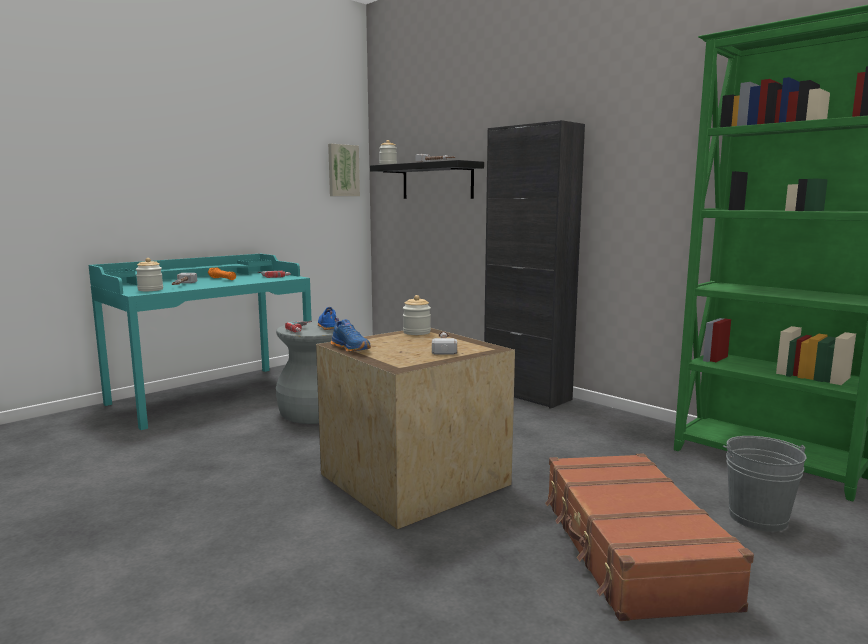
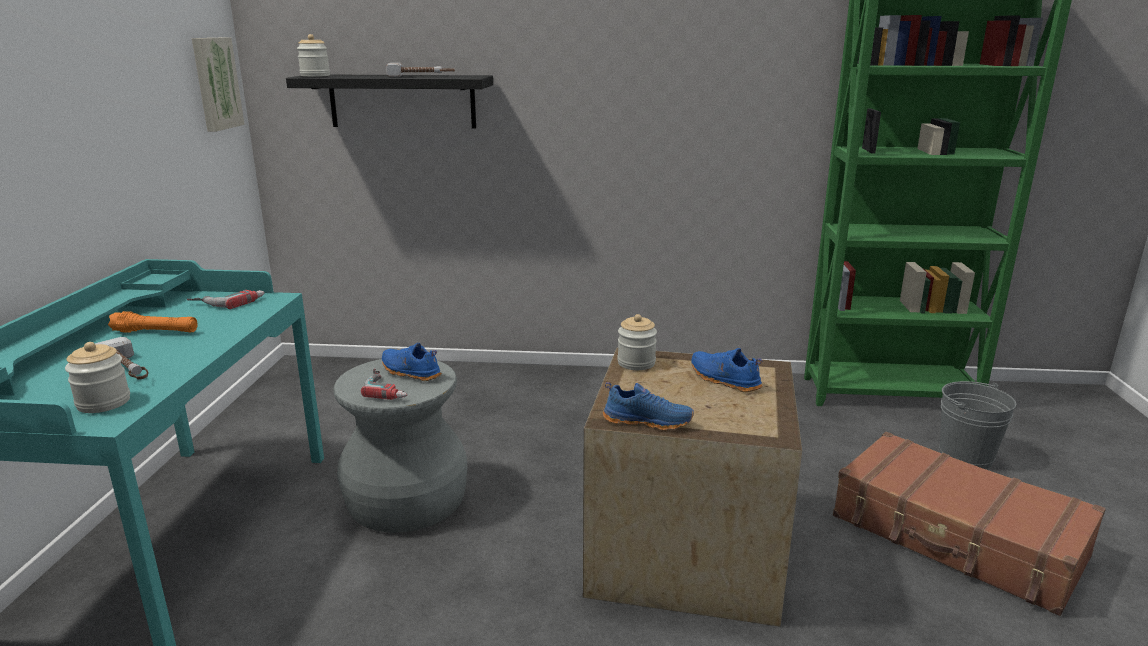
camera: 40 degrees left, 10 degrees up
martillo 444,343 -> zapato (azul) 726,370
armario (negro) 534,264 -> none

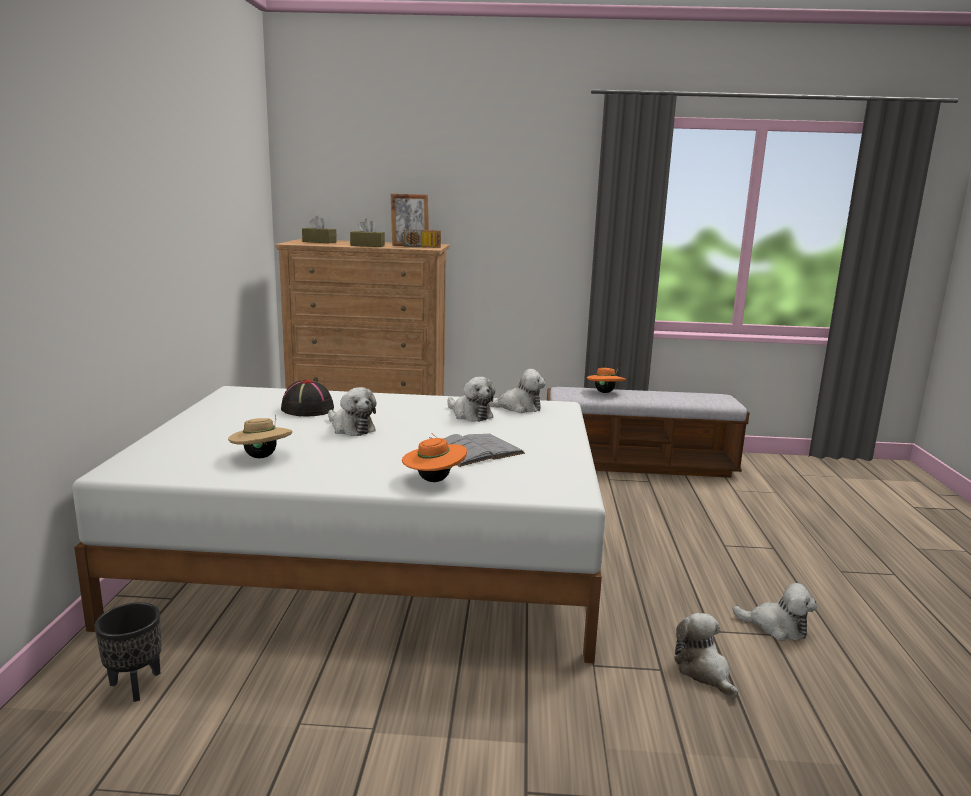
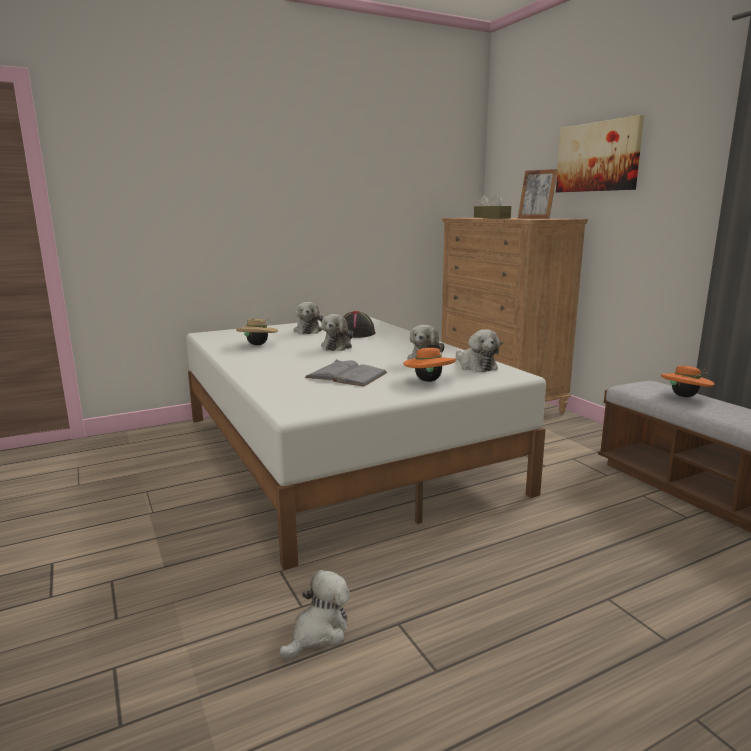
camera: 60 degrees right, 0 degrees up
maceta (negro) 128,652 -> none
radio 420,238 -> none
sombrero (naranja) 434,458 -> sombrero (naranja) 429,363, moved
peluche 775,612 -> peluche 308,318, moved
none -> cuadro 600,153

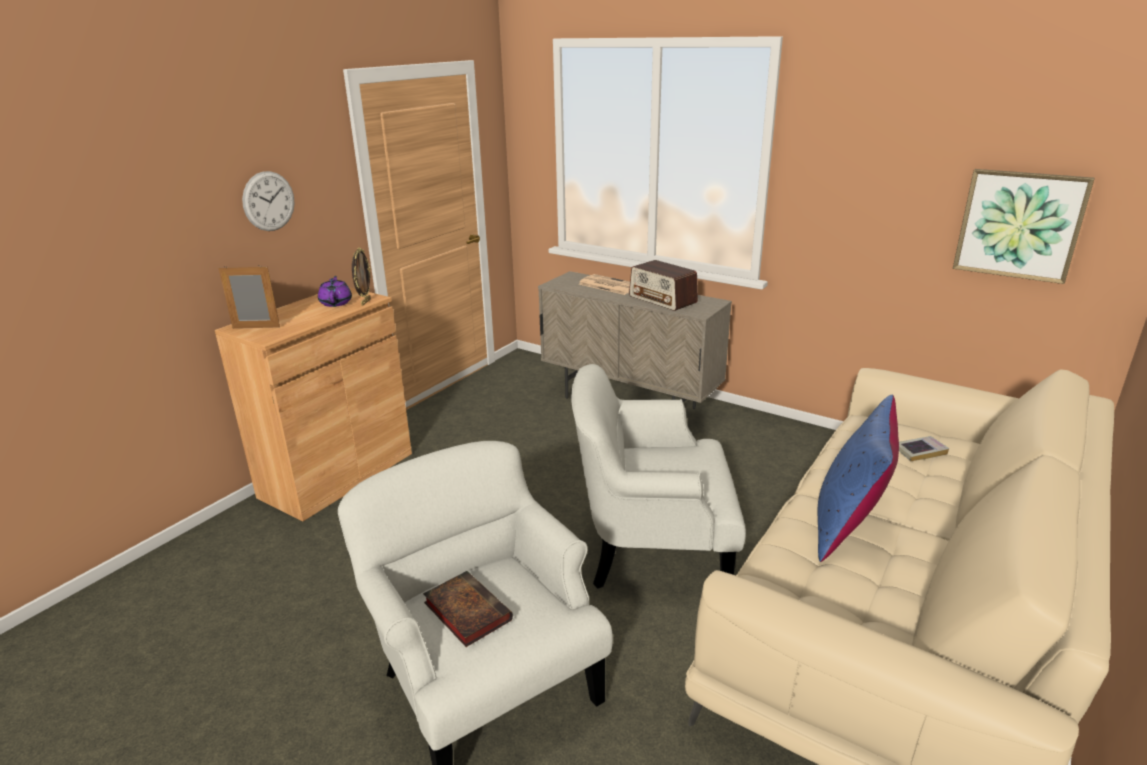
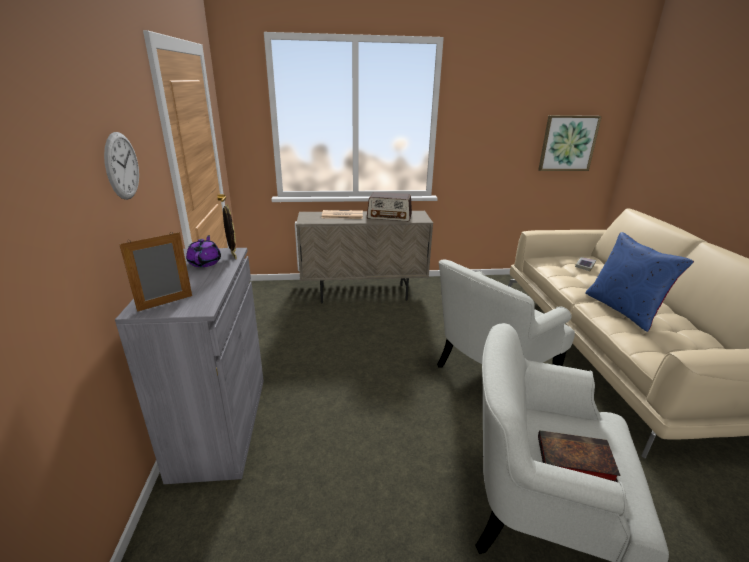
camera: 40 degrees left, 0 degrees up
armario (marrón) 313,404 -> armario (gris) 189,366
tetera (morado) 335,291 -> tetera (morado) 203,251, 45 degrees clockwise

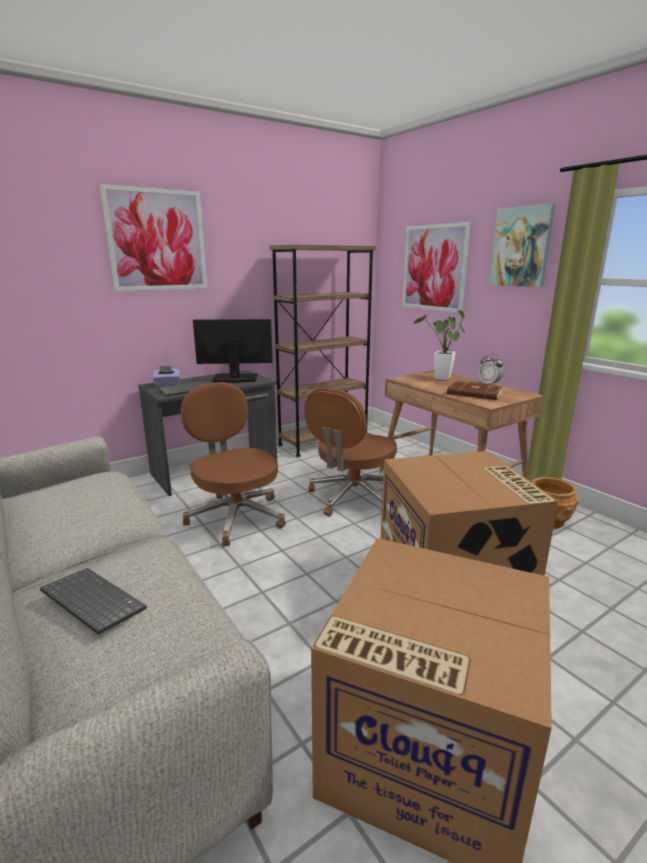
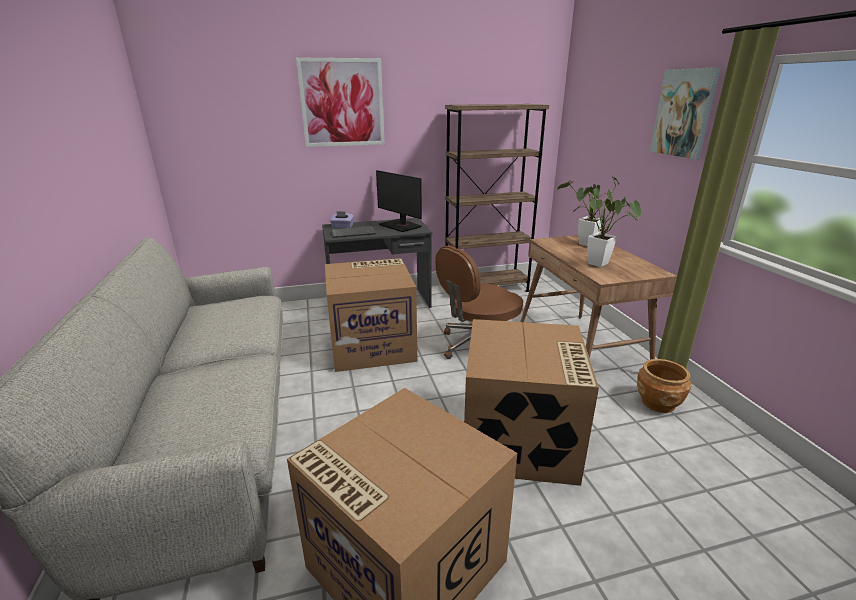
camera: 20 degrees right, 5 degrees up
teclado 93,601 -> none
silla de oficina (marrón) 233,464 -> caja de cartón 371,315
monitor 233,350 -> monitor 399,201, 150 degrees counterclockwise
cuadro 436,267 -> none
libro (marrón) 475,390 -> planta en maceta 607,226
despertador 491,369 -> none

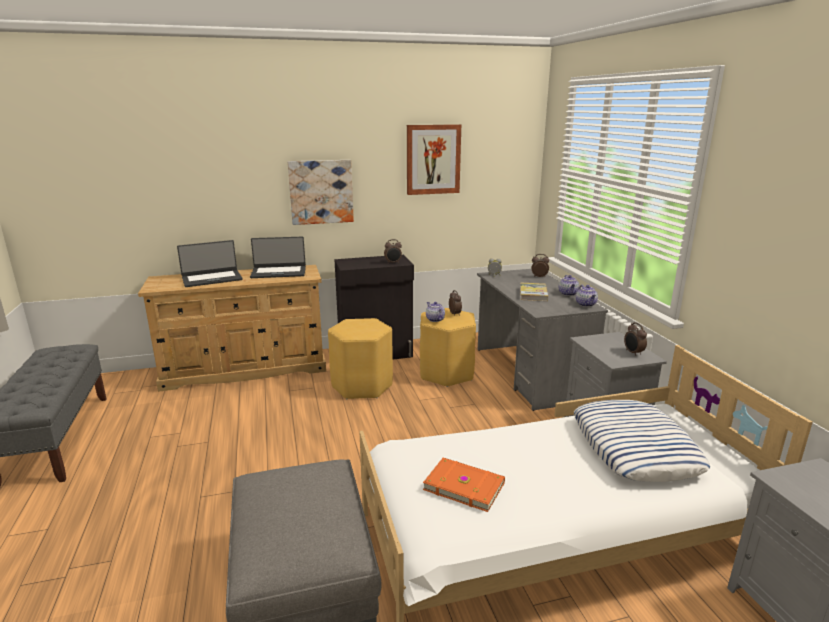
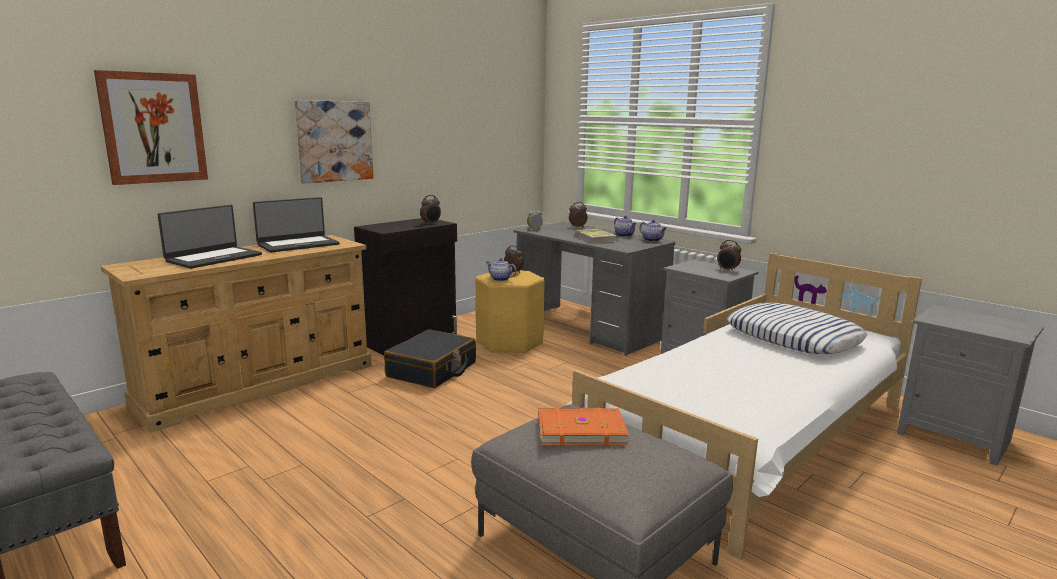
camera: 30 degrees left, 5 degrees down
taburete (amarillo) 360,358 -> maleta (negro) 430,358
cuadro 434,159 -> cuadro 151,127, moved
libro (naranja) 464,485 -> libro (naranja) 583,427, moved

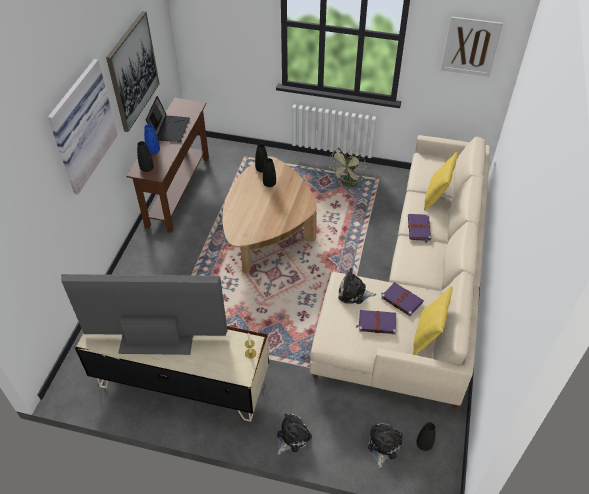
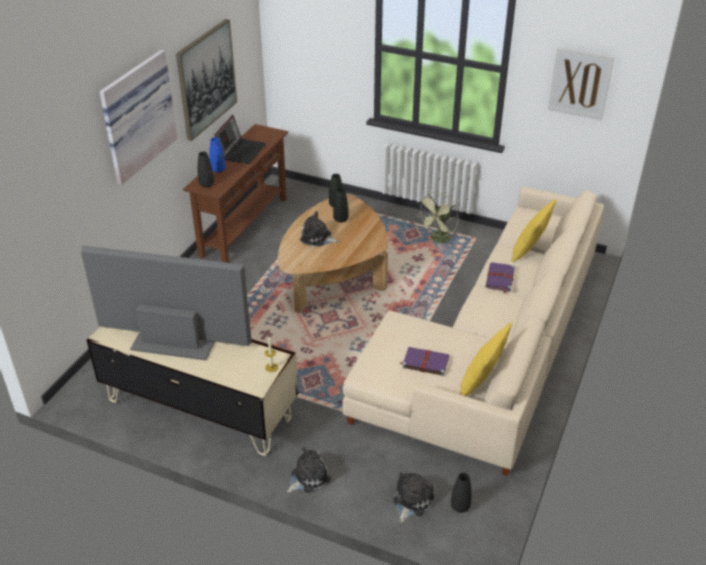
camera: 10 degrees right, 10 degrees down
peluche 357,286 -> peluche 319,229, moved
libro (morado) 402,299 -> none

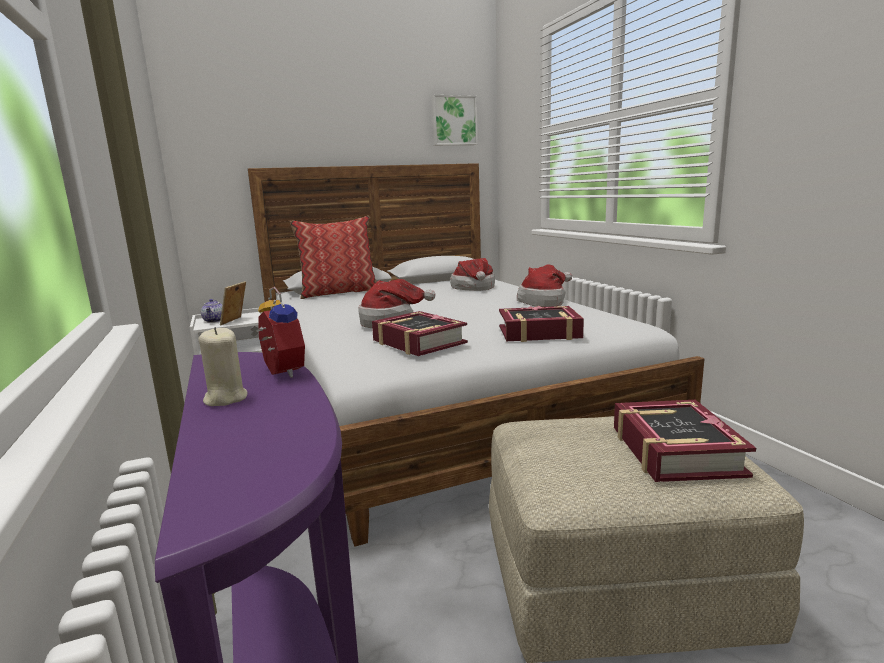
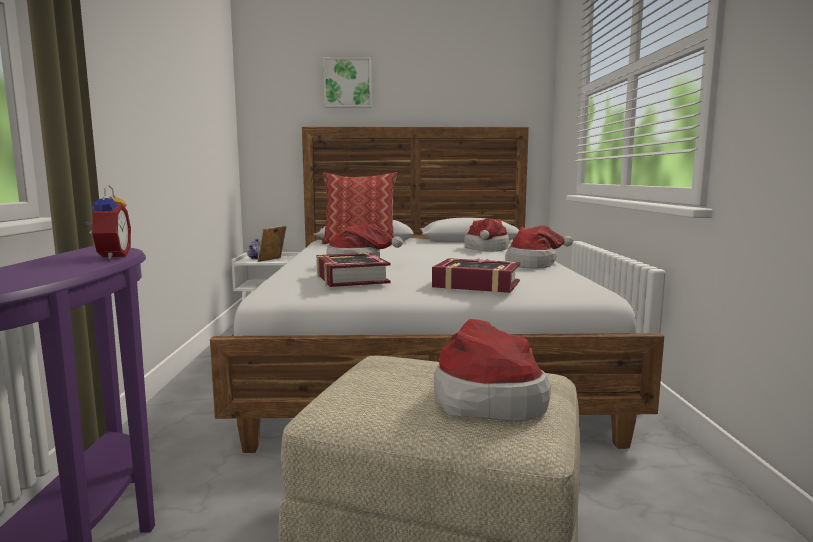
camera: 20 degrees right, 5 degrees down
vela (beis) 223,366 -> none
cuadro 455,120 -> cuadro 347,82, moved
libro 685,441 -> sombrero 492,370

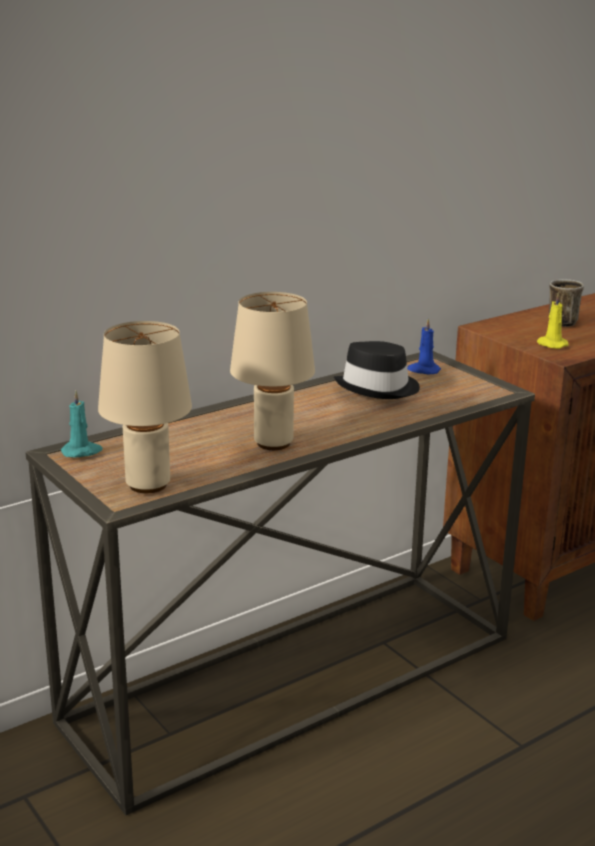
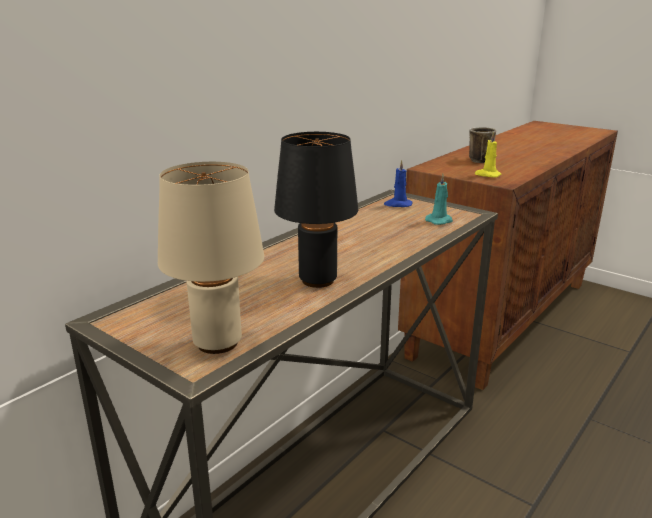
camera: 15 degrees left, 0 degrees up
vela (turquesa) 82,424 -> vela (turquesa) 439,199, moved
lámpara de mesa (beis) 272,371 -> lámpara de mesa (negro) 316,210
sombrero (negro) 377,370 -> none

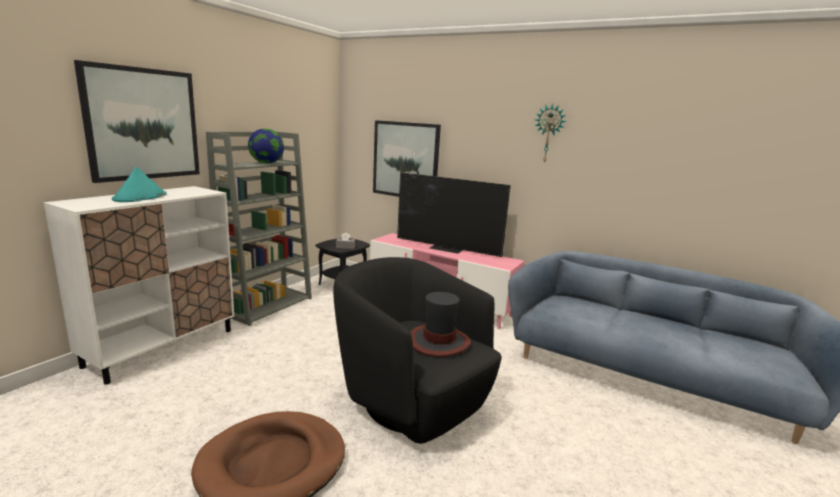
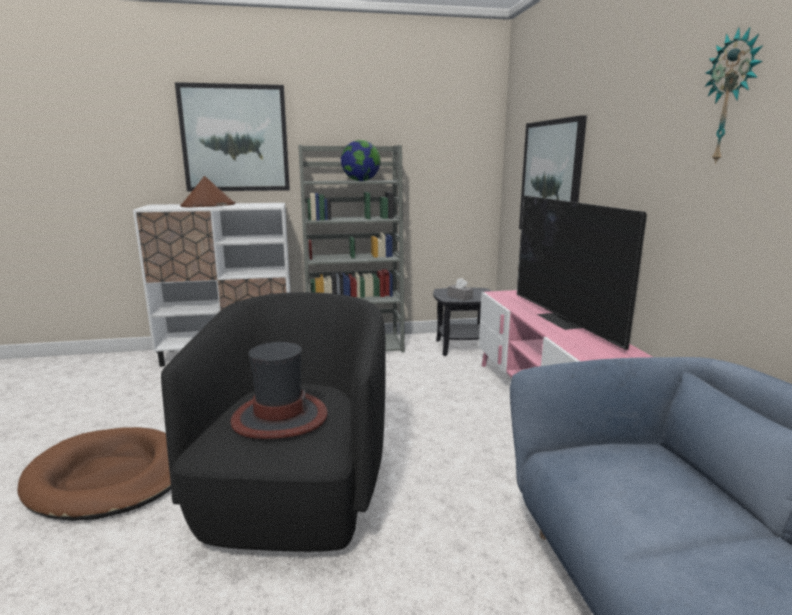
camera: 50 degrees right, 0 degrees up
sombrero (turquesa) 139,184 -> sombrero (marrón) 207,191

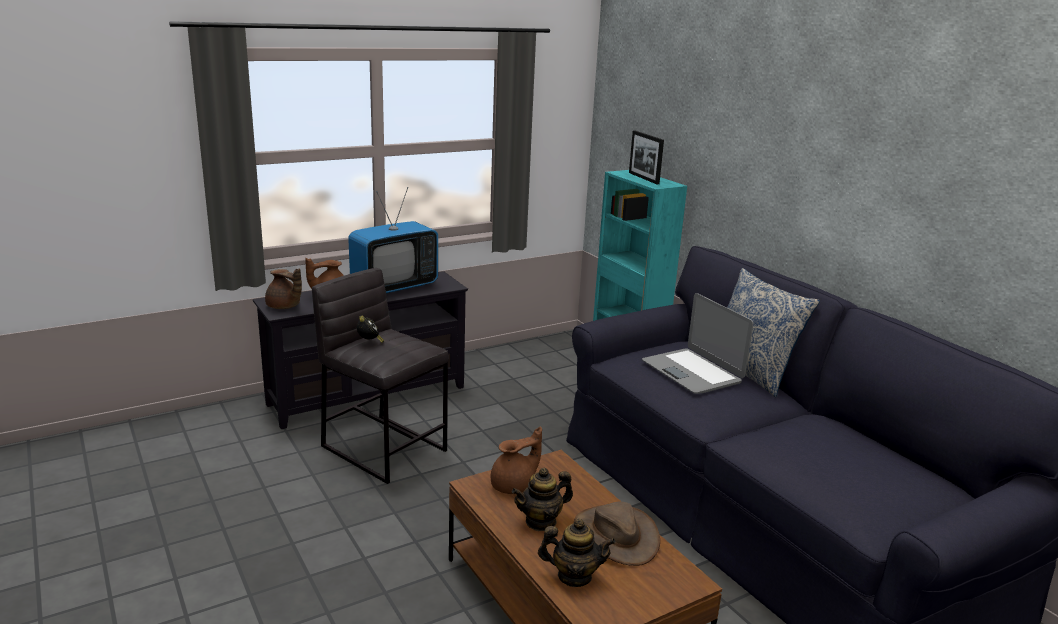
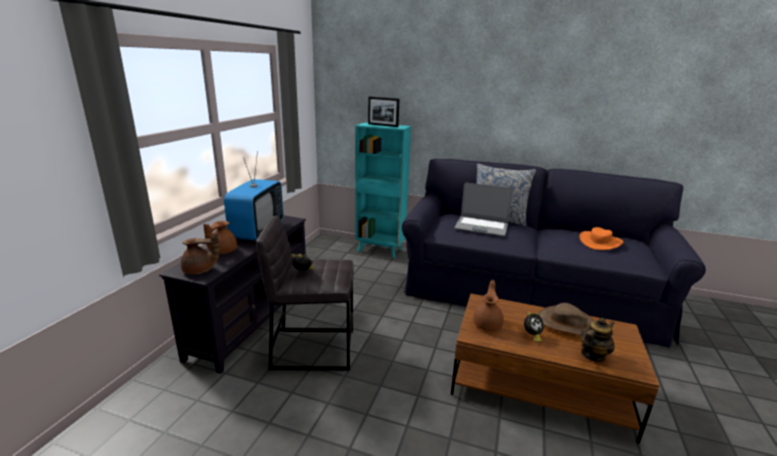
camera: 40 degrees left, 0 degrees up
tetera 542,499 -> despertador 534,327
none -> sombrero (naranja) 601,238

